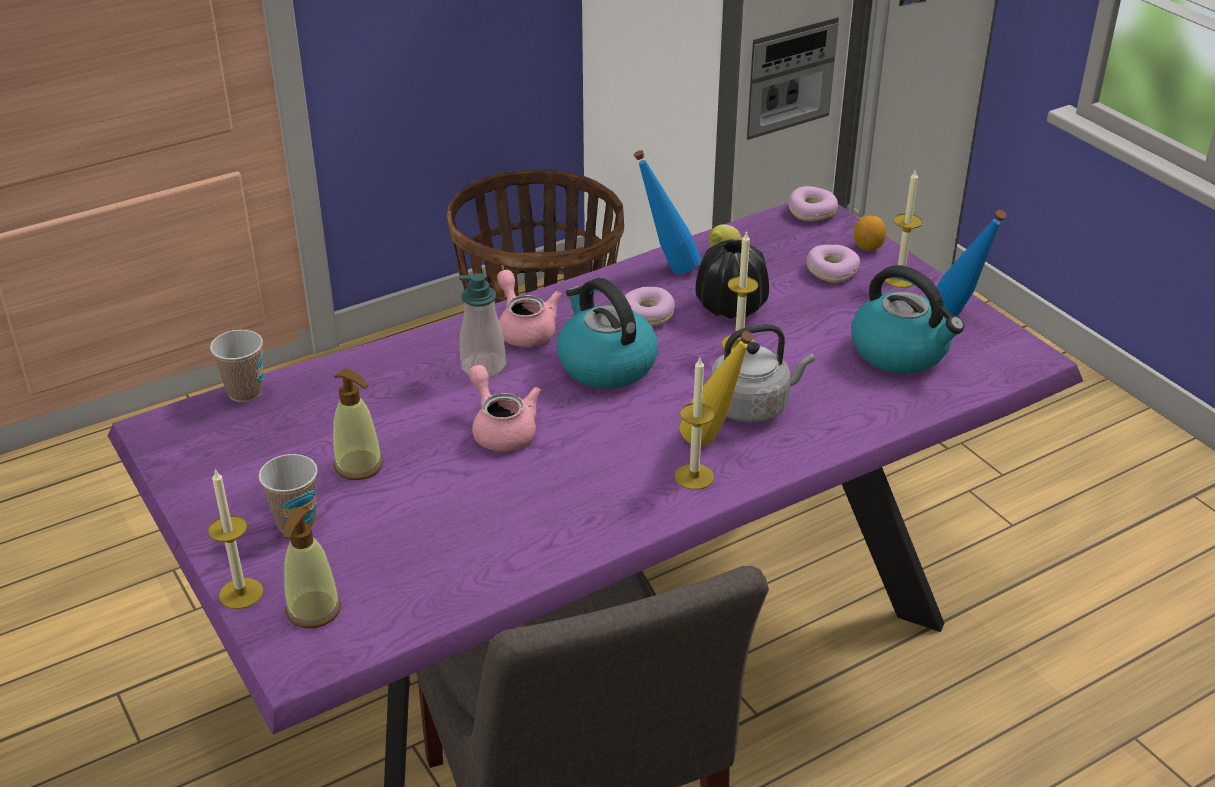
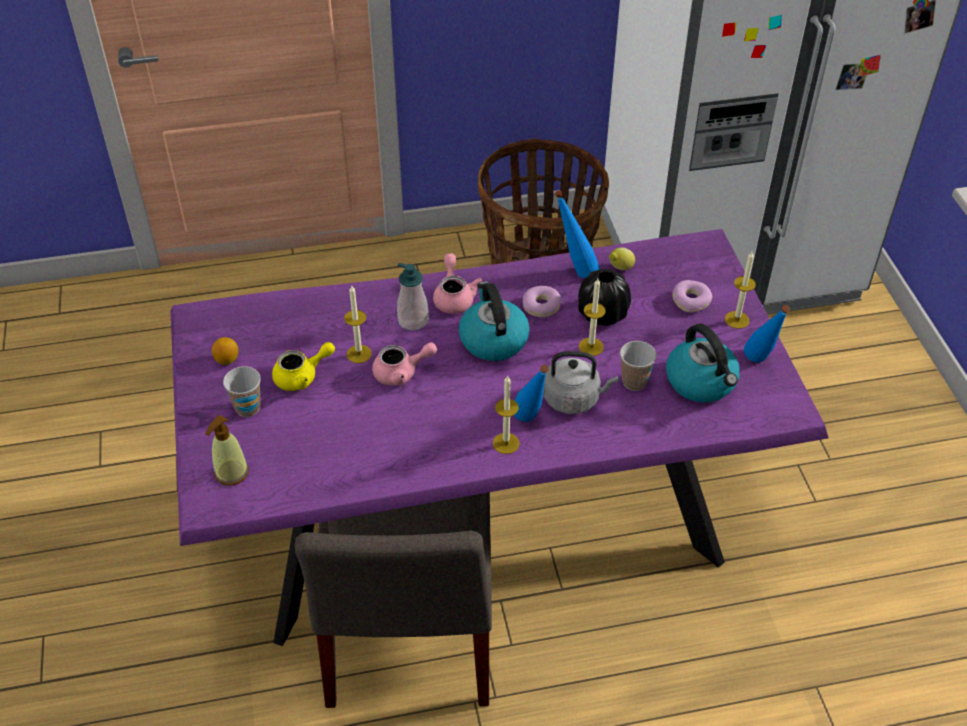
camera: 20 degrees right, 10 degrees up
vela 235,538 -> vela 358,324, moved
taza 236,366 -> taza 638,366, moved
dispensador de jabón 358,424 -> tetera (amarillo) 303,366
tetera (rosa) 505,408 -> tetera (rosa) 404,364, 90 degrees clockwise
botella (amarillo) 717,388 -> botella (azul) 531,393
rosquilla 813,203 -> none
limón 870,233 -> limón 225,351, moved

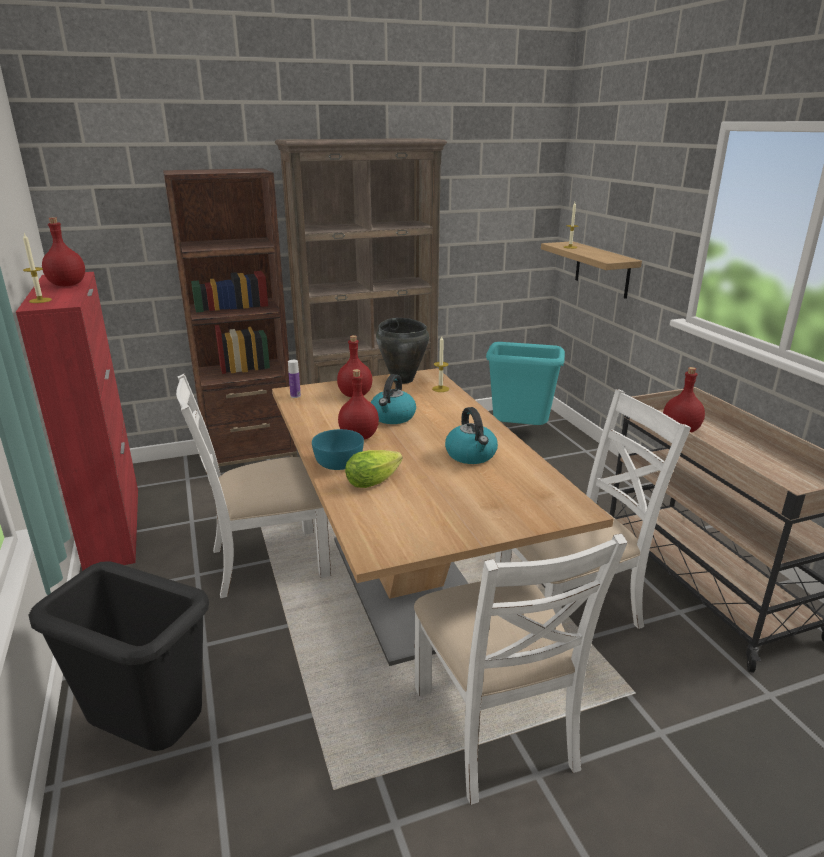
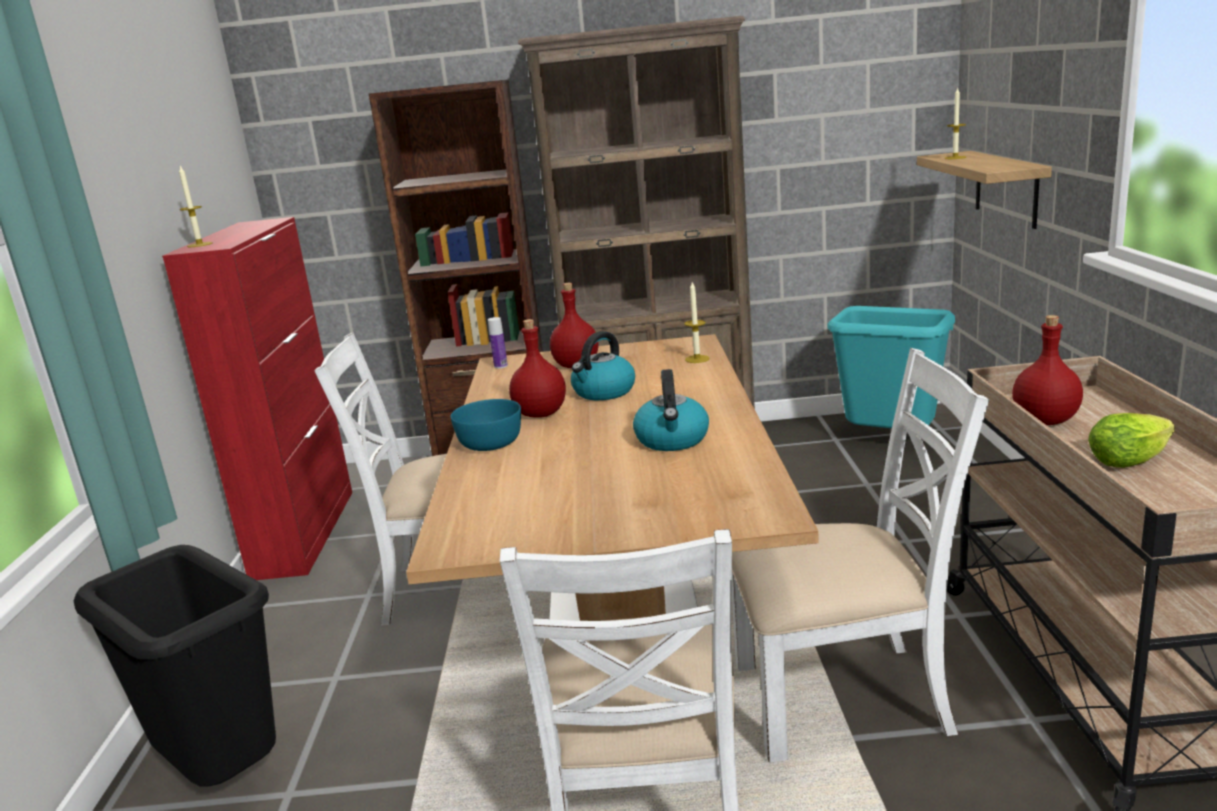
camera: 20 degrees right, 5 degrees down
botella (rojo) 63,251 -> none
lechuga 374,469 -> lechuga 1131,440, moved
olla (negro) 402,351 -> none

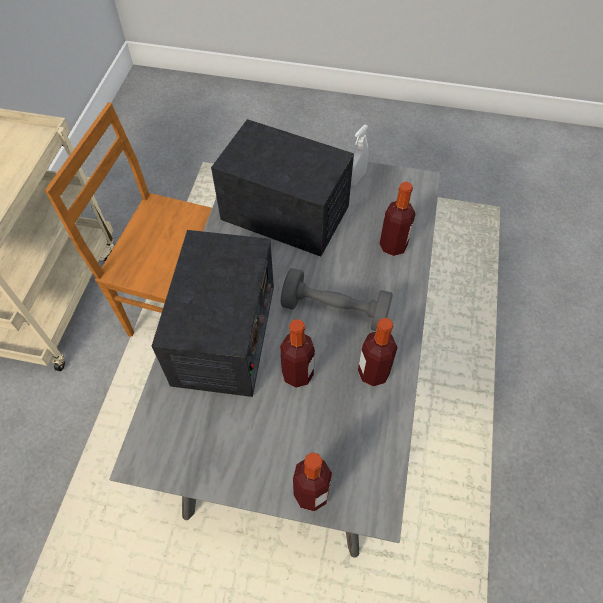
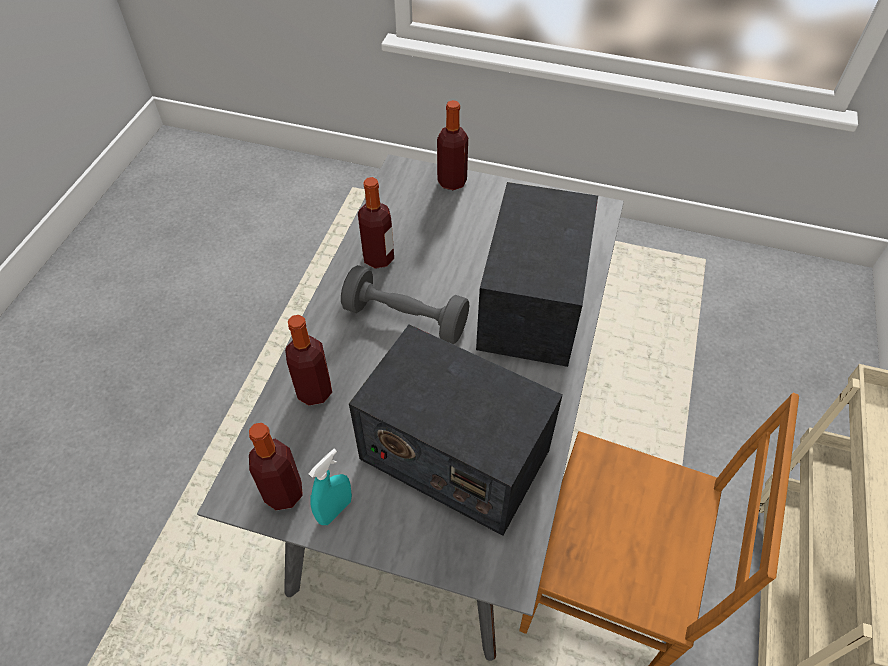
camera: 175 degrees left, 5 degrees down
botella 297,353 -> botella 276,467, moved
pulverizador (blanco) 360,155 -> pulverizador (turquesa) 330,487

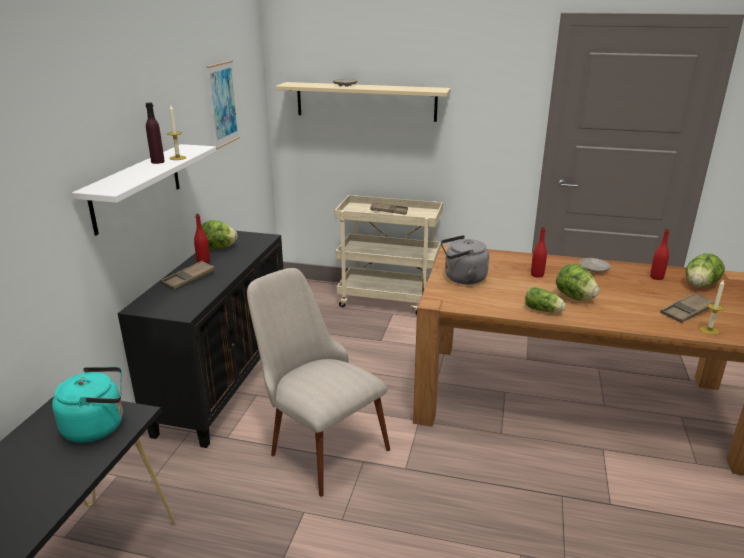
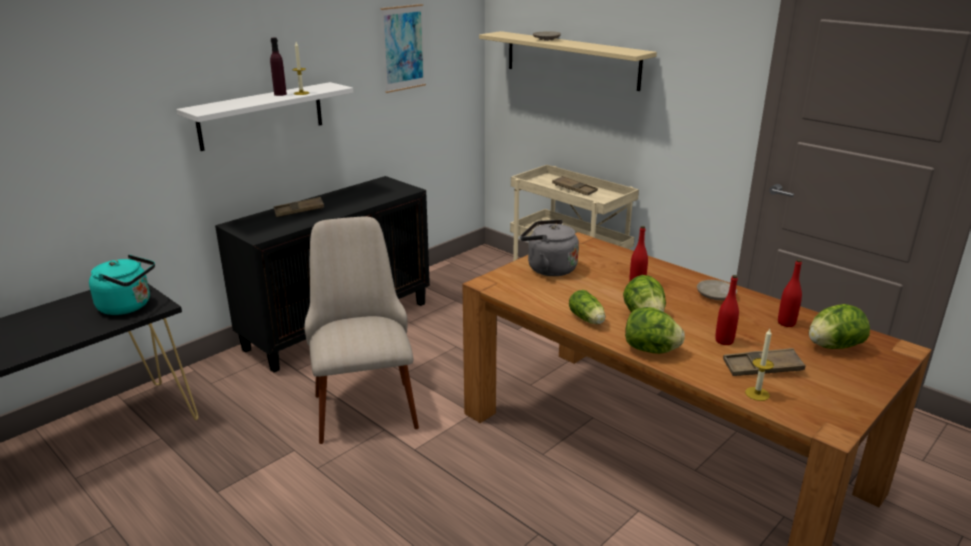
camera: 30 degrees right, 0 degrees up
botella (rojo) 202,238 -> botella (rojo) 727,310, moved
lechuga 219,235 -> lechuga 655,330, moved

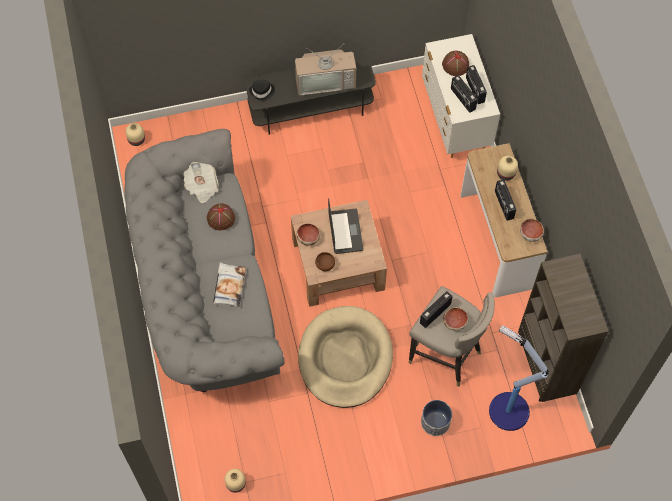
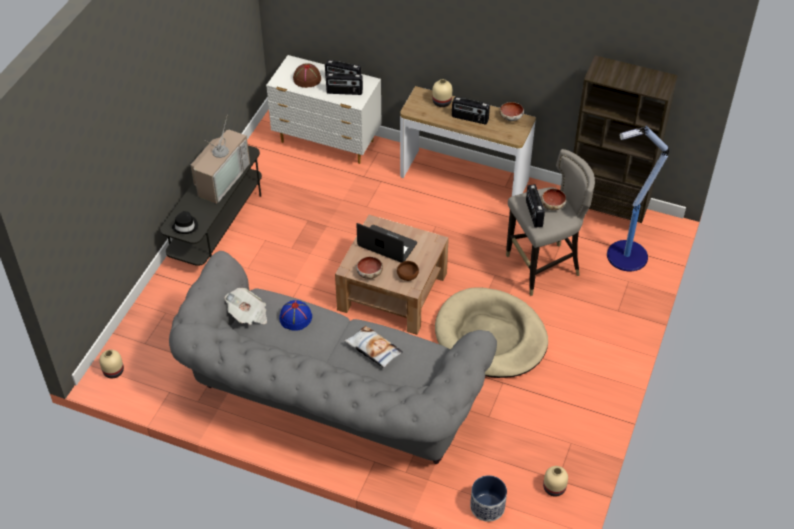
camera: 55 degrees left, 15 degrees down
sombrero (marrón) 221,216 -> sombrero (azul) 295,315
maceta 436,418 -> maceta 488,498, moved

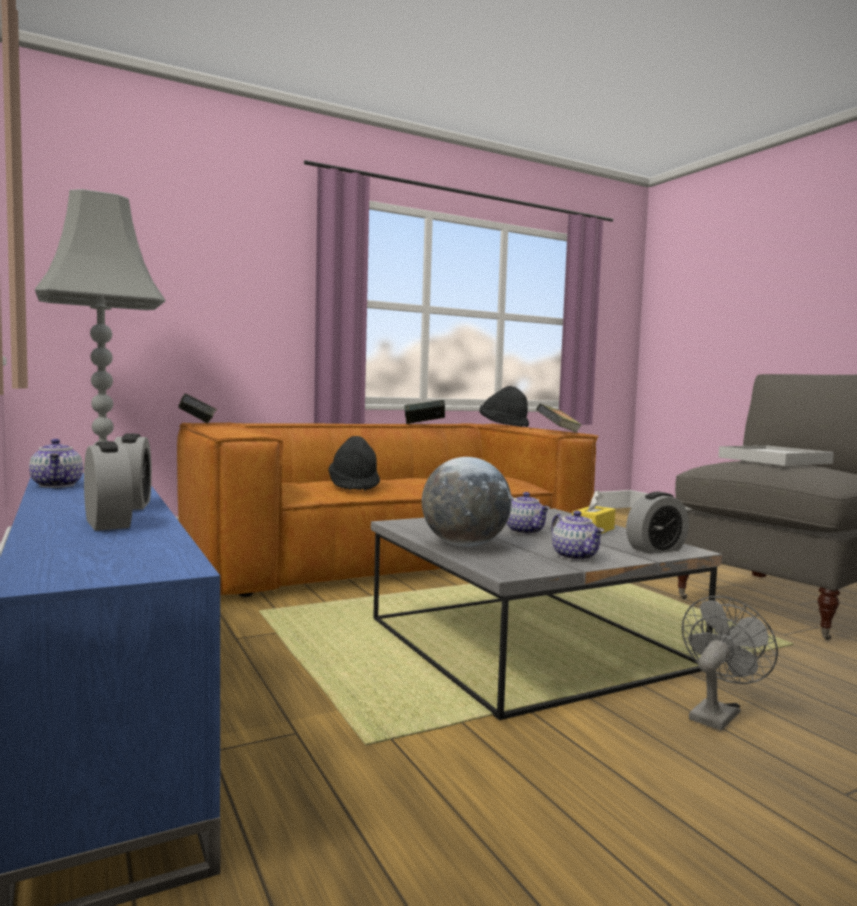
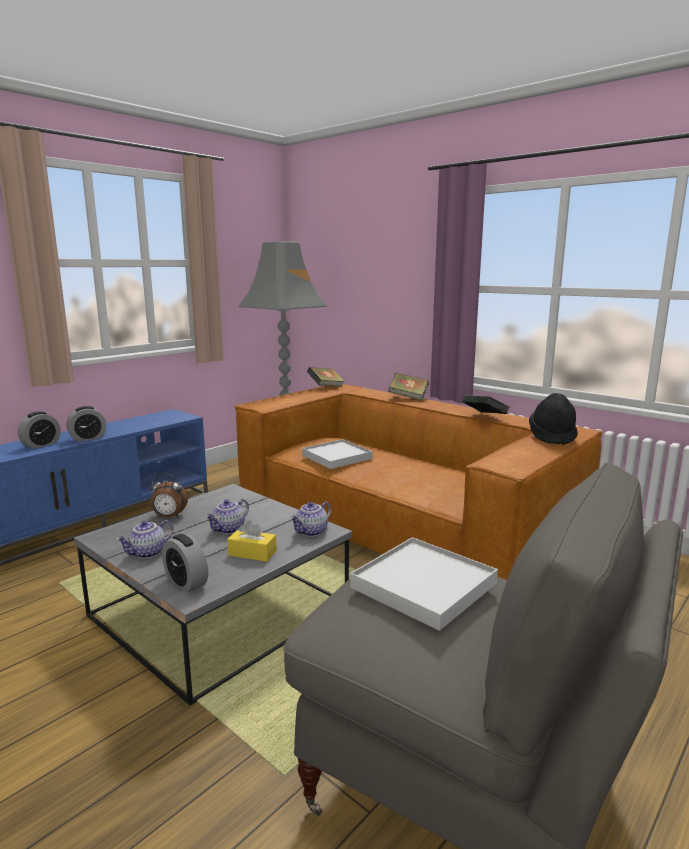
camera: 70 degrees right, 10 degrees up
tetera 56,463 -> tetera 310,519, moved
sombrero (negro) 354,463 -> bandeja (blanco) 337,454
globo terráqueo 467,502 -> despertador 169,496
libro 559,417 -> libro 409,386, moved
ventilador (gris) 730,663 -> none

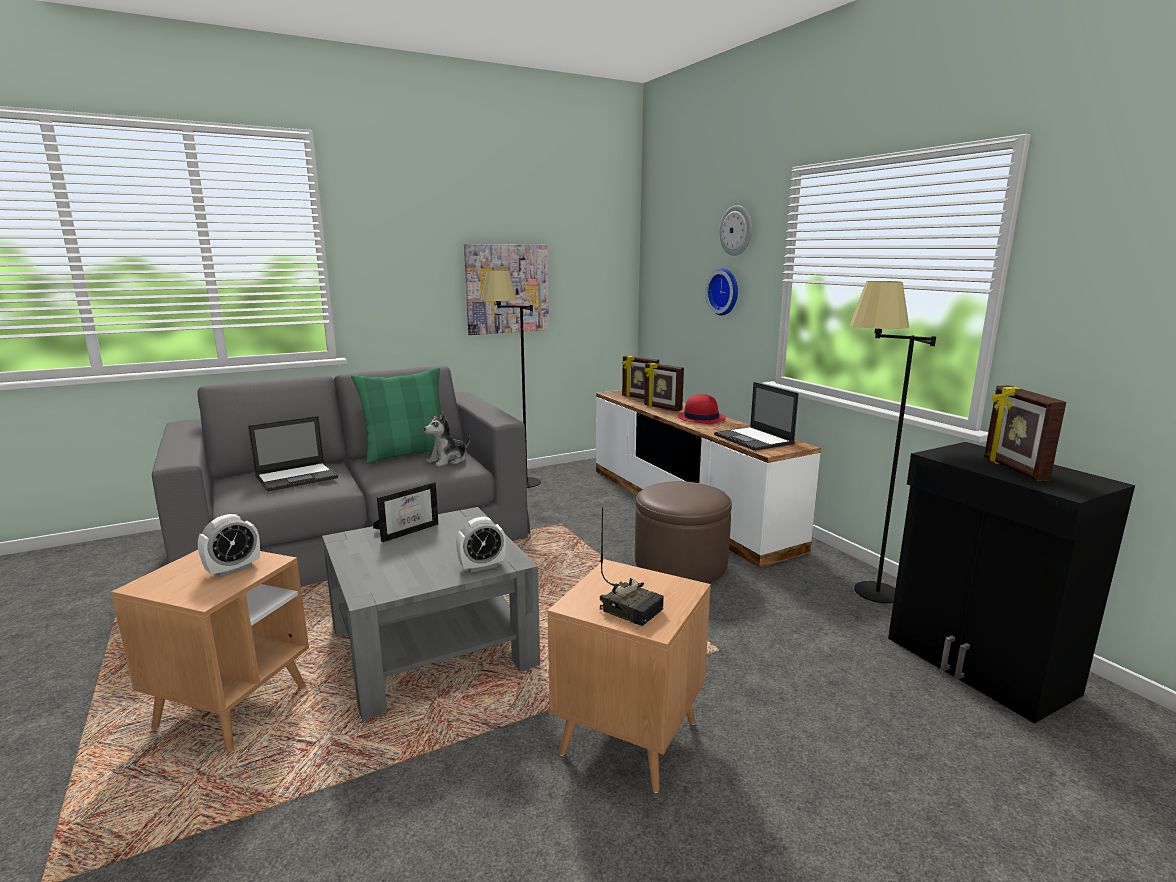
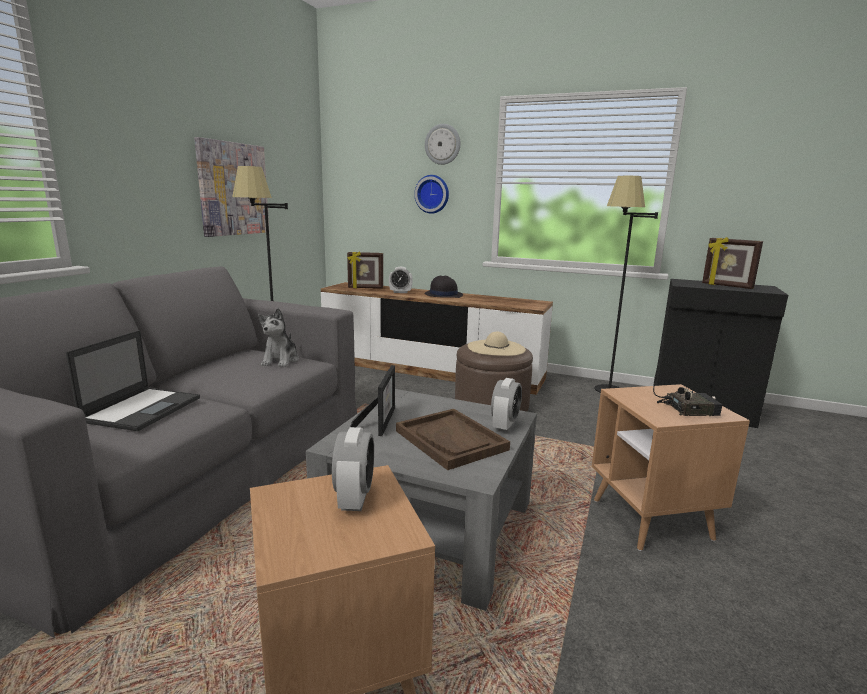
camera: 40 degrees left, 0 degrees up
cojín (verde) 396,415 -> none
portarretratos 664,387 -> despertador 401,280
sombrero (rojo) 701,409 -> sombrero (negro) 444,286
portátil 756,416 -> none
none -> bandeja (marrón) 453,439
none -> sombrero (beis) 497,343

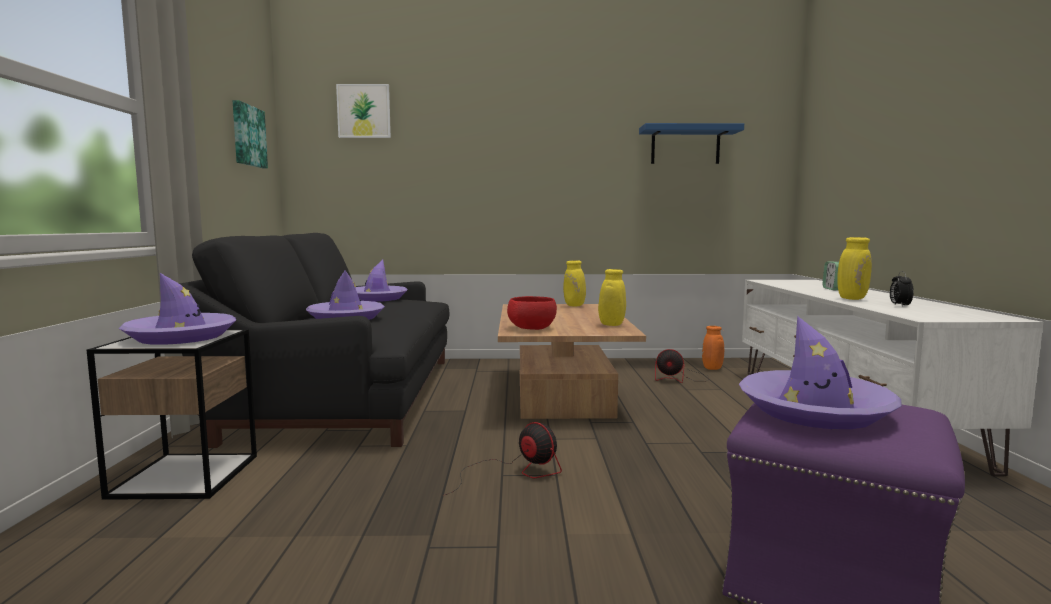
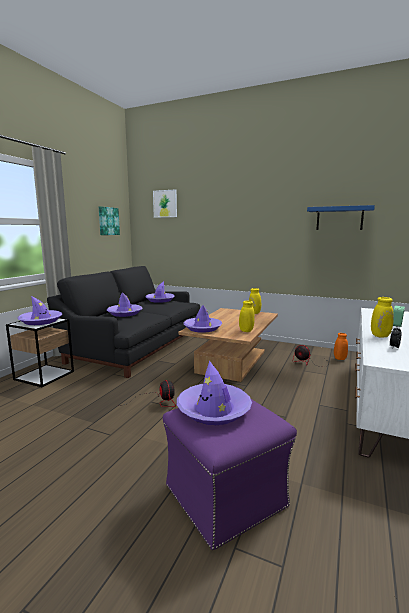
camera: 25 degrees right, 5 degrees up
cuenco (rojo) 532,313 -> sombrero (morado) 202,319

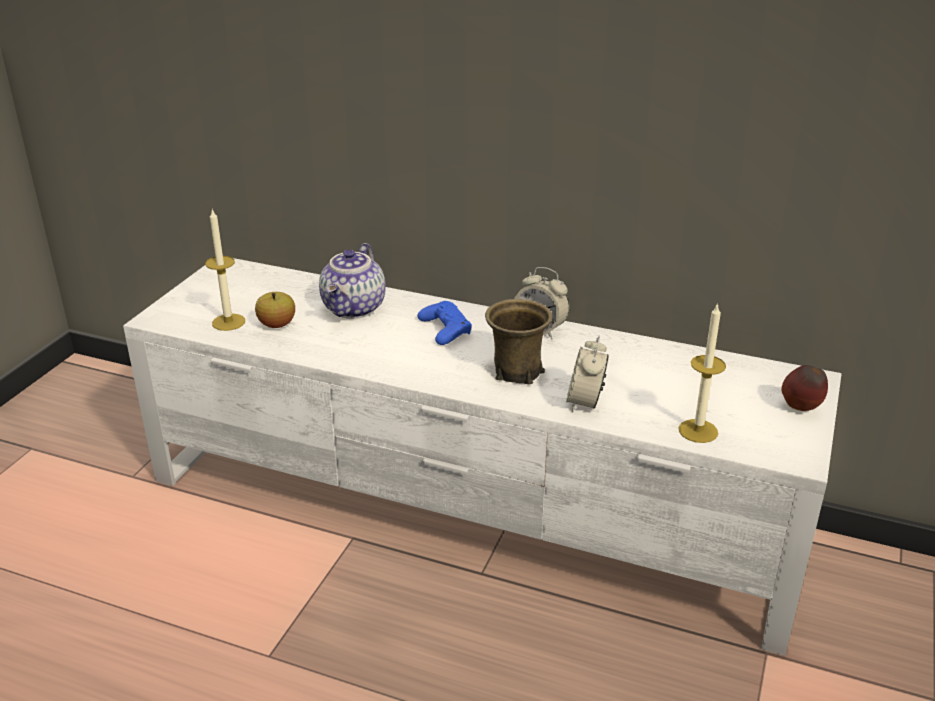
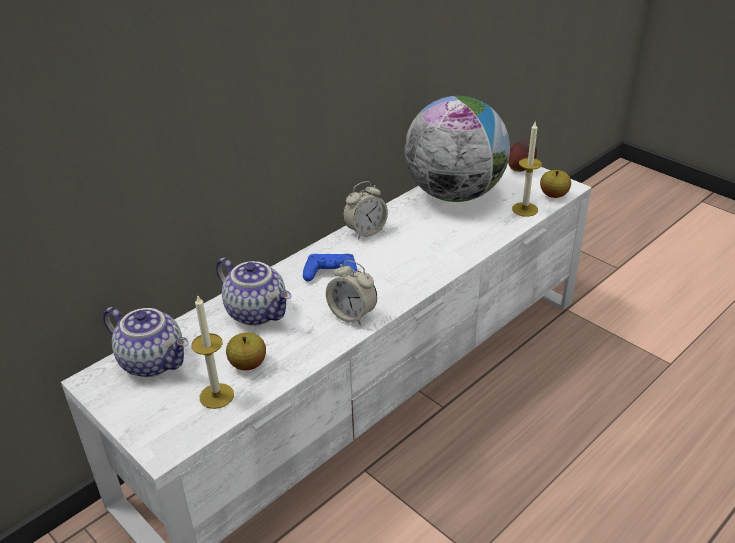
camera: 65 degrees left, 5 degrees up
taza grande (marrón) 518,341 -> none
despertador 587,374 -> despertador 351,292, moved
none -> tetera 146,342
none -> globo terráqueo 457,149
none -> manzana 555,184

